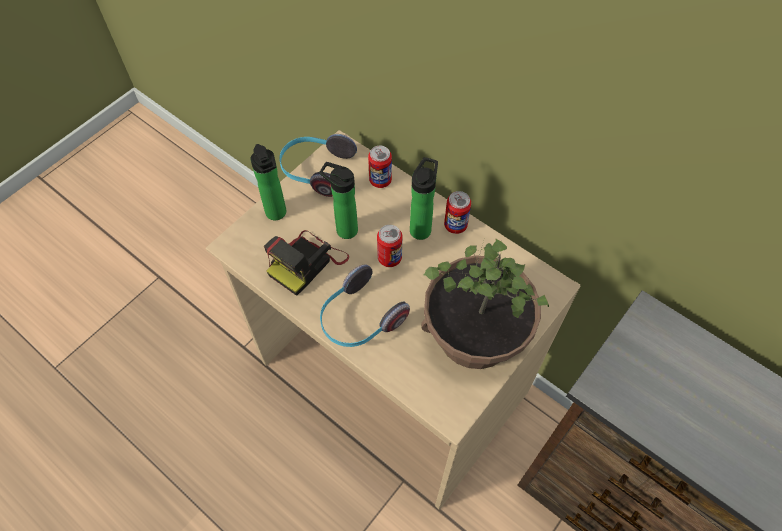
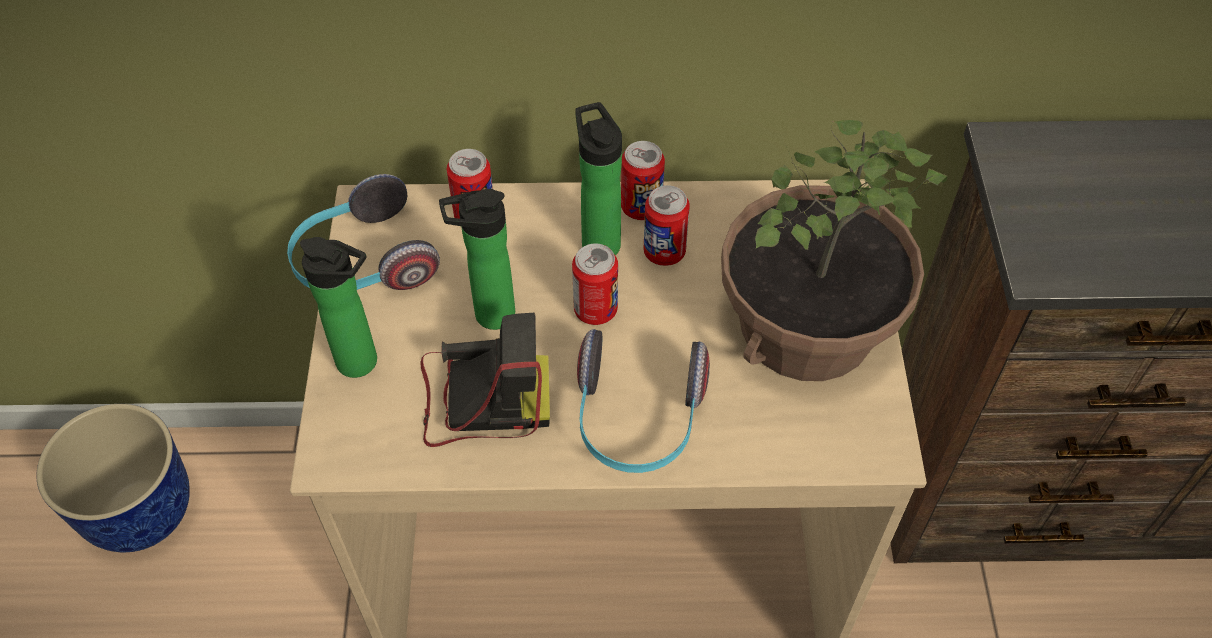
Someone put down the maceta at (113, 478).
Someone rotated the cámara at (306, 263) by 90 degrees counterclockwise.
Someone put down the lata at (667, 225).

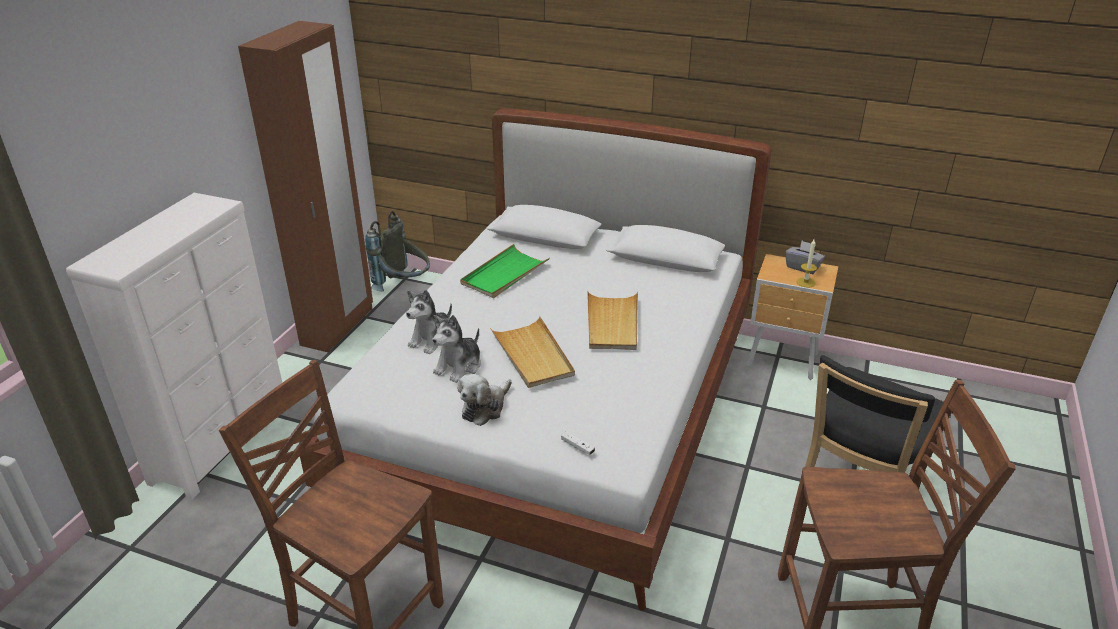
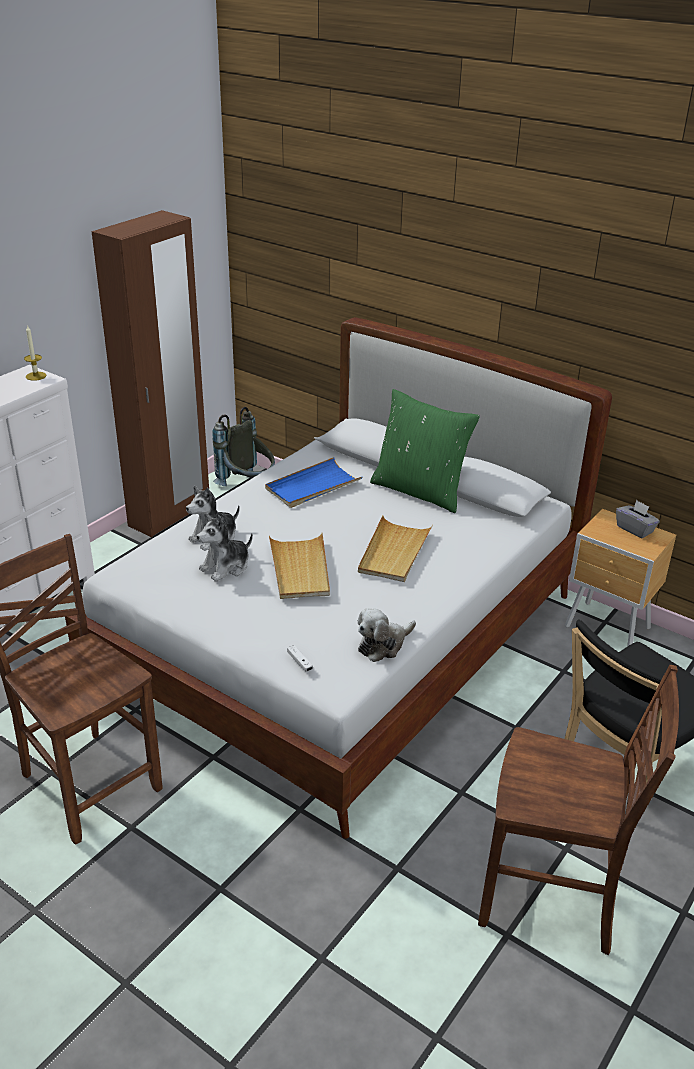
Someone carried the vela from (807, 264) to (35, 353).
Someone repainted the bandeja (verde) at (505, 271), which became the bandeja (azul) at (313, 482).
Someone carried the peluche from (484, 400) to (387, 635).
Someone put down the cojín (verde) at (425, 451).

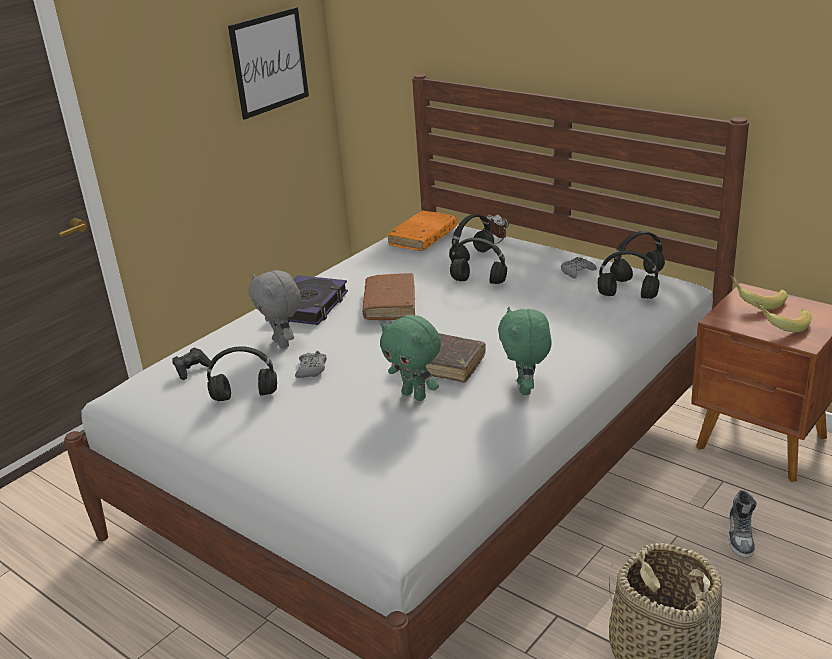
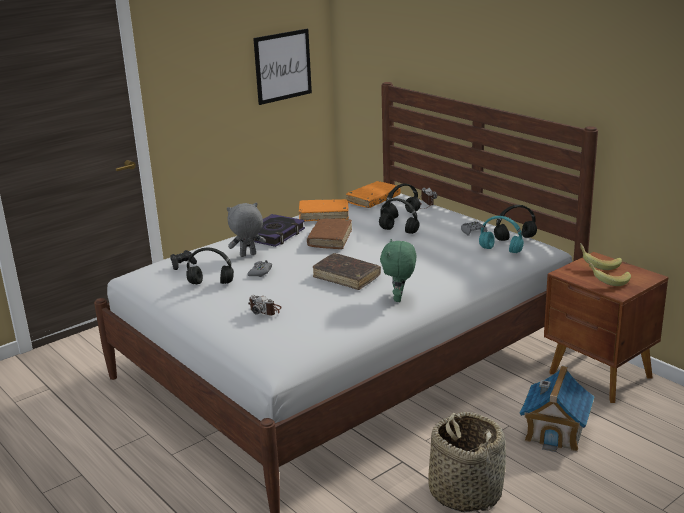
Someone rotated the peluche (gris) at (275, 309) by 90 degrees clockwise.
Someone put down the cámara at (265, 305).
Someone put down the libro (naranja) at (324, 210).
Someone repainted the auriculares (negro) at (629, 274), which became the auriculares (turquesa) at (501, 234).
Someone swapped the zapato at (742, 524) for the casita at (557, 409).
Someone took away the peluche (verde) at (410, 358).

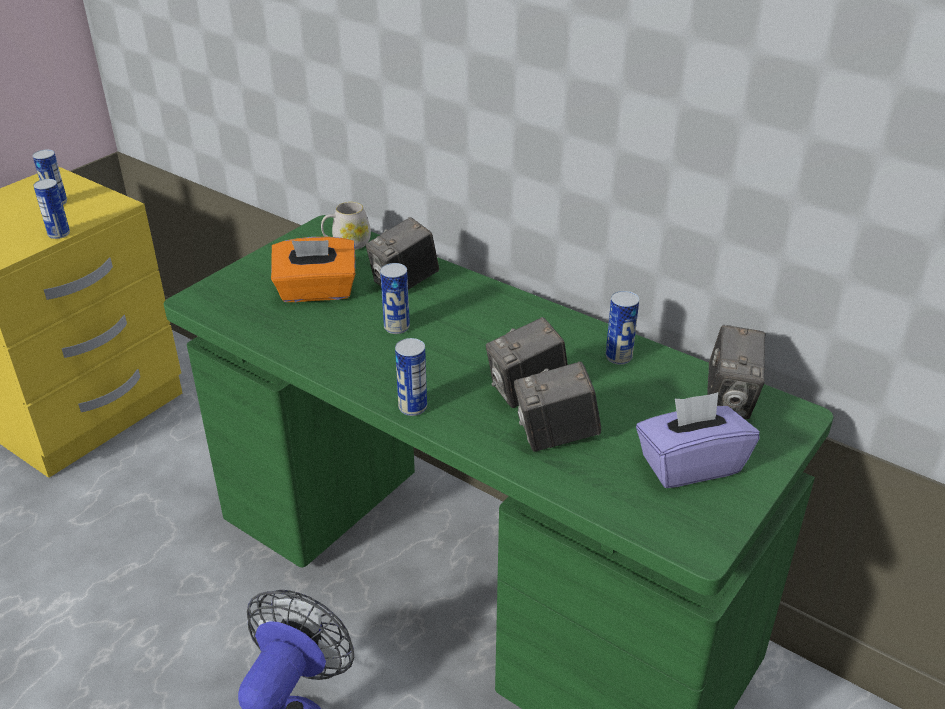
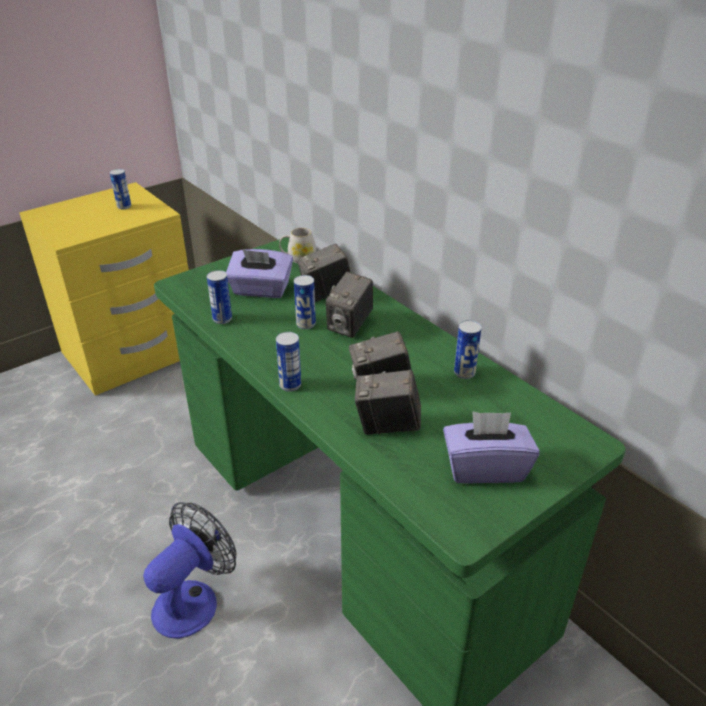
Someone carried the lata from (51, 209) to (219, 297).
Someone repainted the caja de pañuelos (naranja) at (313, 269), which became the caja de pañuelos (morado) at (259, 273).
Someone carried the cámara from (736, 372) to (349, 305).

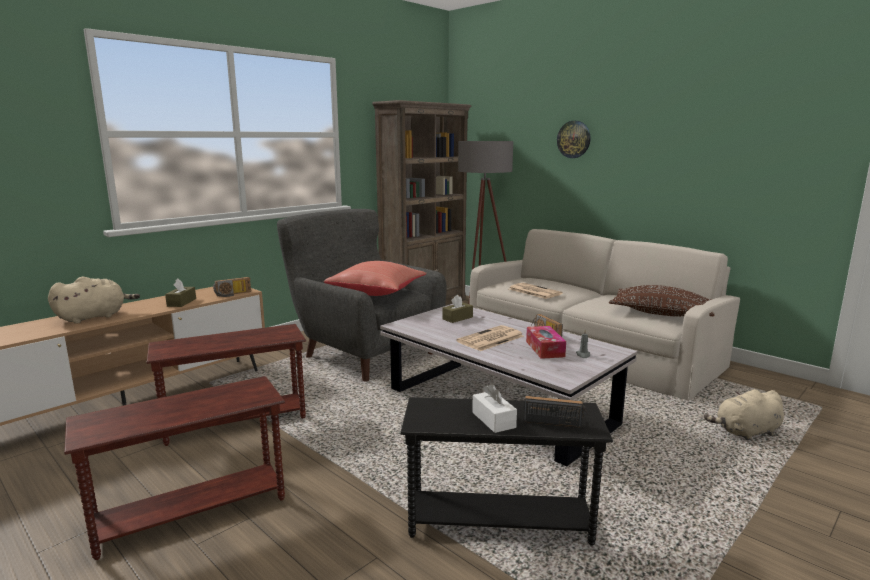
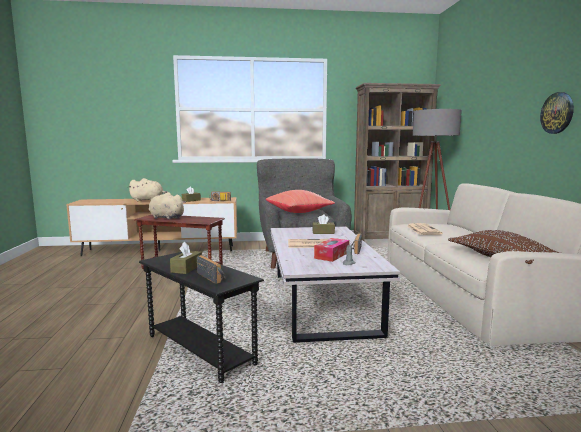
Someone carried the peluche (beis) from (744, 414) to (167, 206).
Someone repainted the caja de pañuelos (blanco) at (494, 408), which became the caja de pañuelos (marrón) at (186, 258).
Someone carried the reloj de pared from (574, 139) to (557, 113).
Someone took away the mesa auxiliar (marrón) at (174, 468).

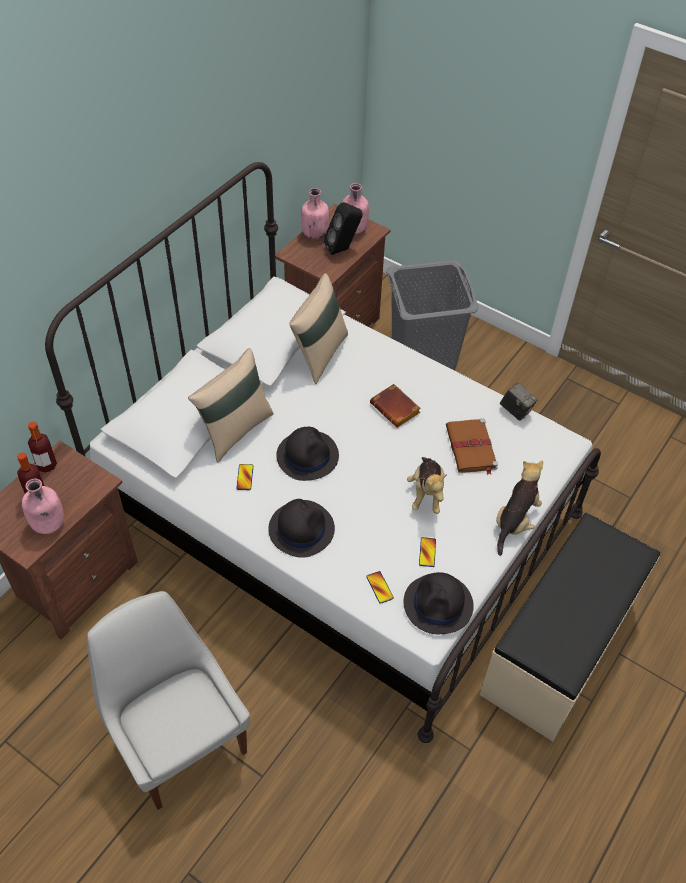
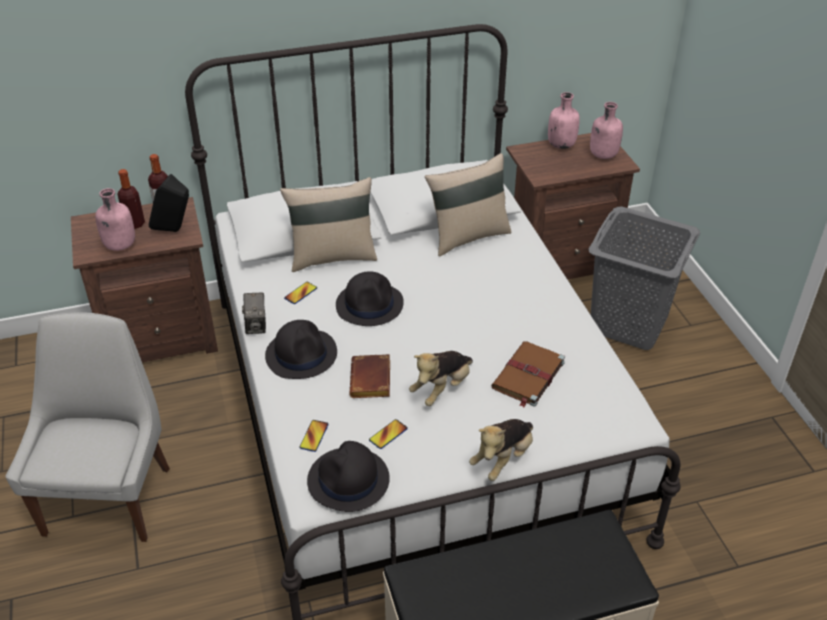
Someone carried the altavoz (negro) from (343, 228) to (169, 203).
Someone carried the cámara from (519, 401) to (254, 313).
Someone carried the libro (marrón) from (395, 406) to (369, 376).
Someone rotated the peluche at (519, 508) by 150 degrees clockwise.

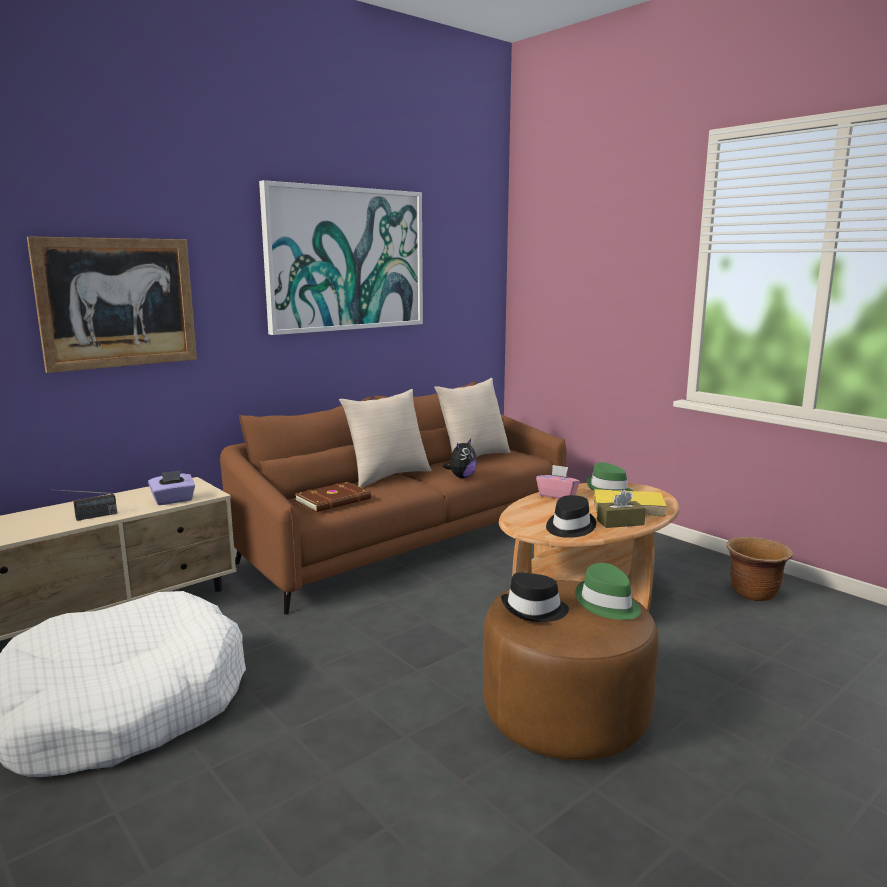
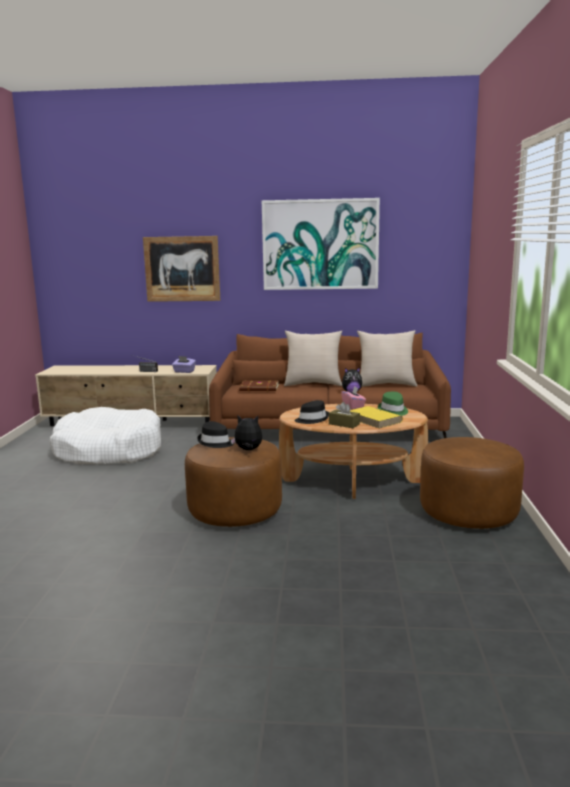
Someone swapped the sombrero (verde) at (608, 591) for the peluche at (246, 433).
Someone swapped the maceta (marrón) at (760, 569) for the puf (marrón) at (472, 483).

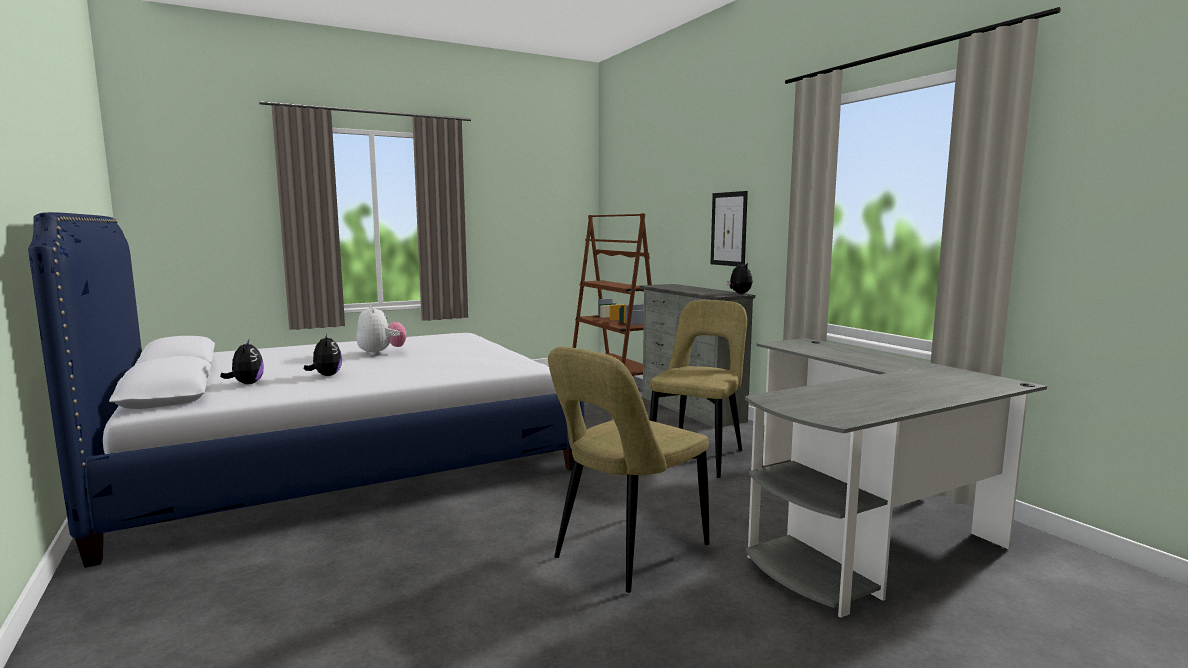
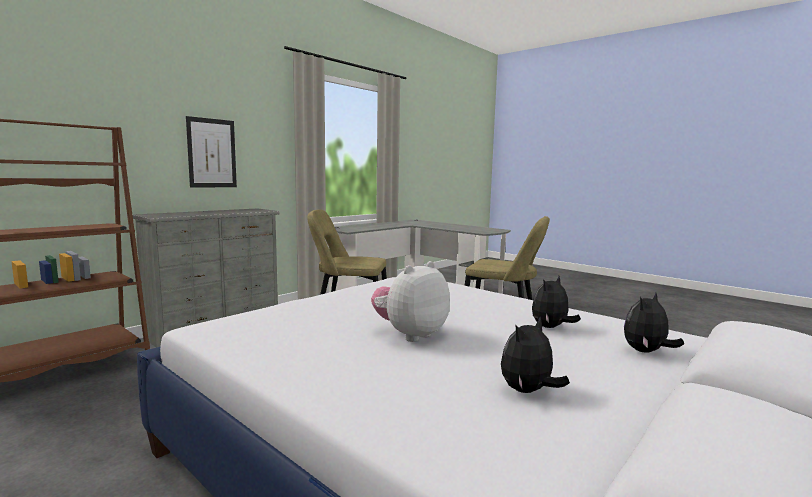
Someone carried the peluche from (740, 278) to (535, 355).

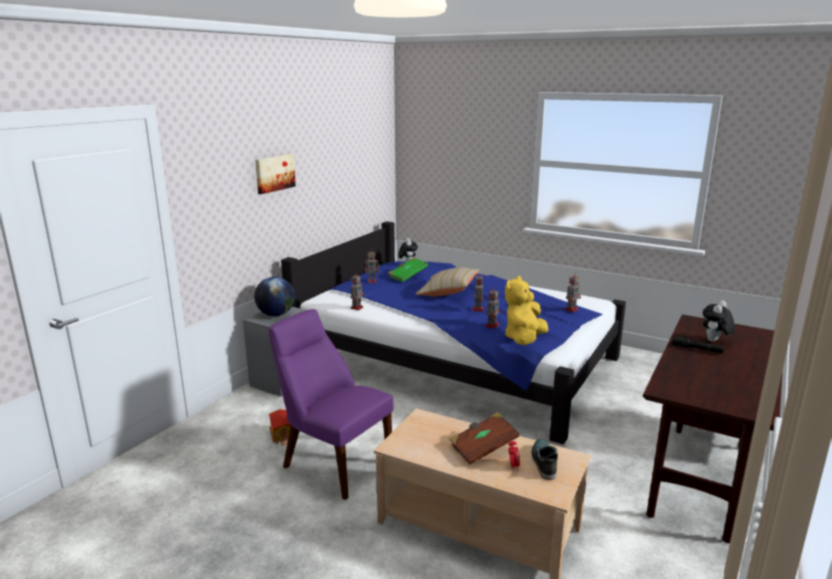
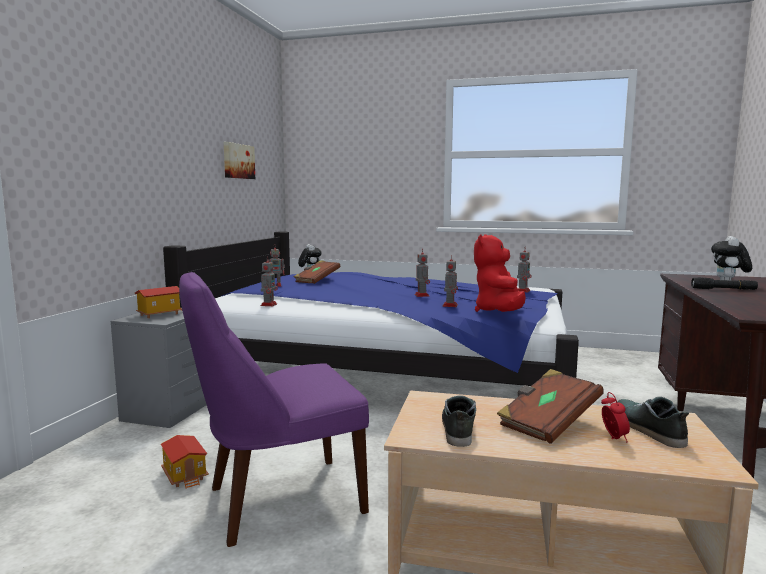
Someone swapped the globo terráqueo at (274, 296) for the casita at (158, 302).
Someone rotated the silla (morado) at (331, 404) by 45 degrees counterclockwise.
Someone carried the cuadro from (275, 174) to (239, 160).
Someone repainted the libro (verde) at (408, 269), which became the libro (marrón) at (317, 272).
Someone put down the zapato at (459, 421).
Someone repainted the peluche (amarillo) at (526, 310), which became the peluche (rojo) at (500, 273).
Someone took away the cojín (beis) at (447, 281).

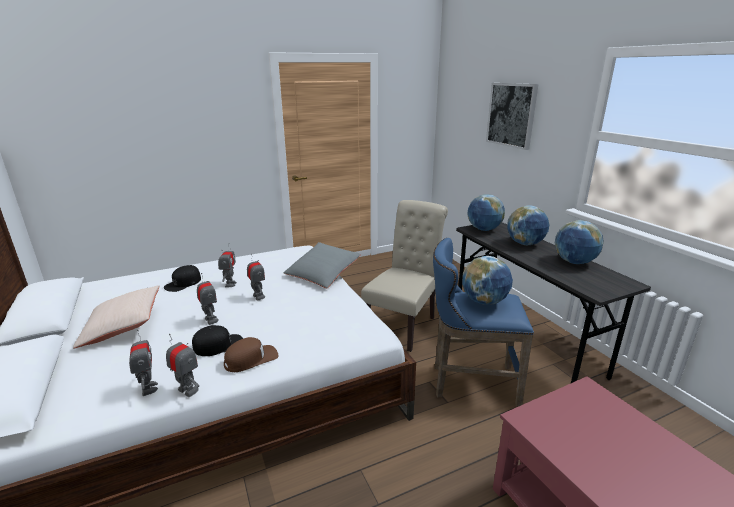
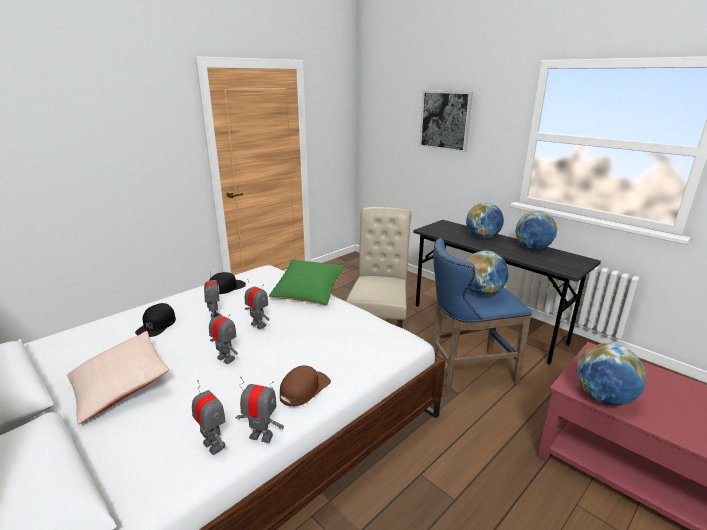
Someone carried the gorra (negro) from (217, 340) to (227, 283).
Someone repainted the cojín (gris) at (322, 265), which became the cojín (verde) at (306, 282).
Someone carried the globo terráqueo from (486, 212) to (611, 374).

